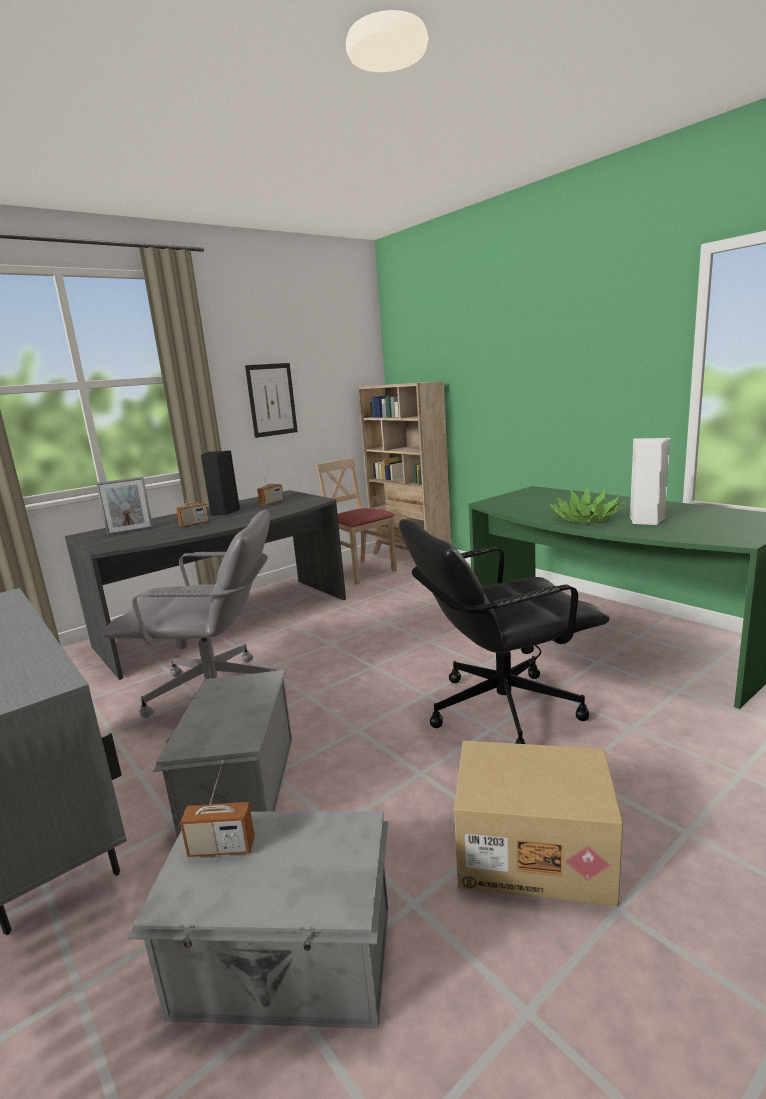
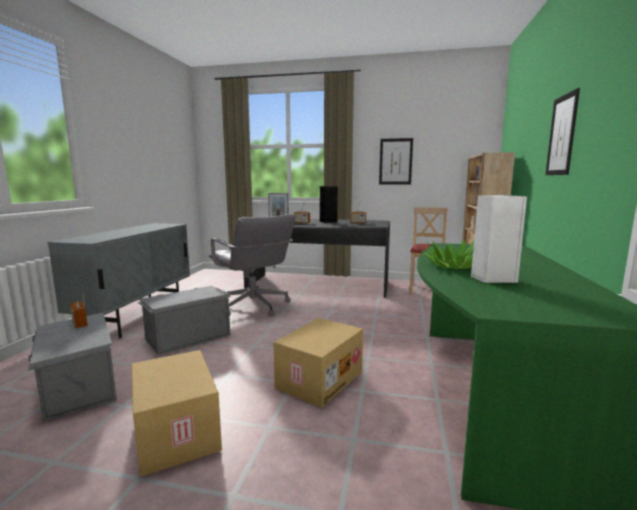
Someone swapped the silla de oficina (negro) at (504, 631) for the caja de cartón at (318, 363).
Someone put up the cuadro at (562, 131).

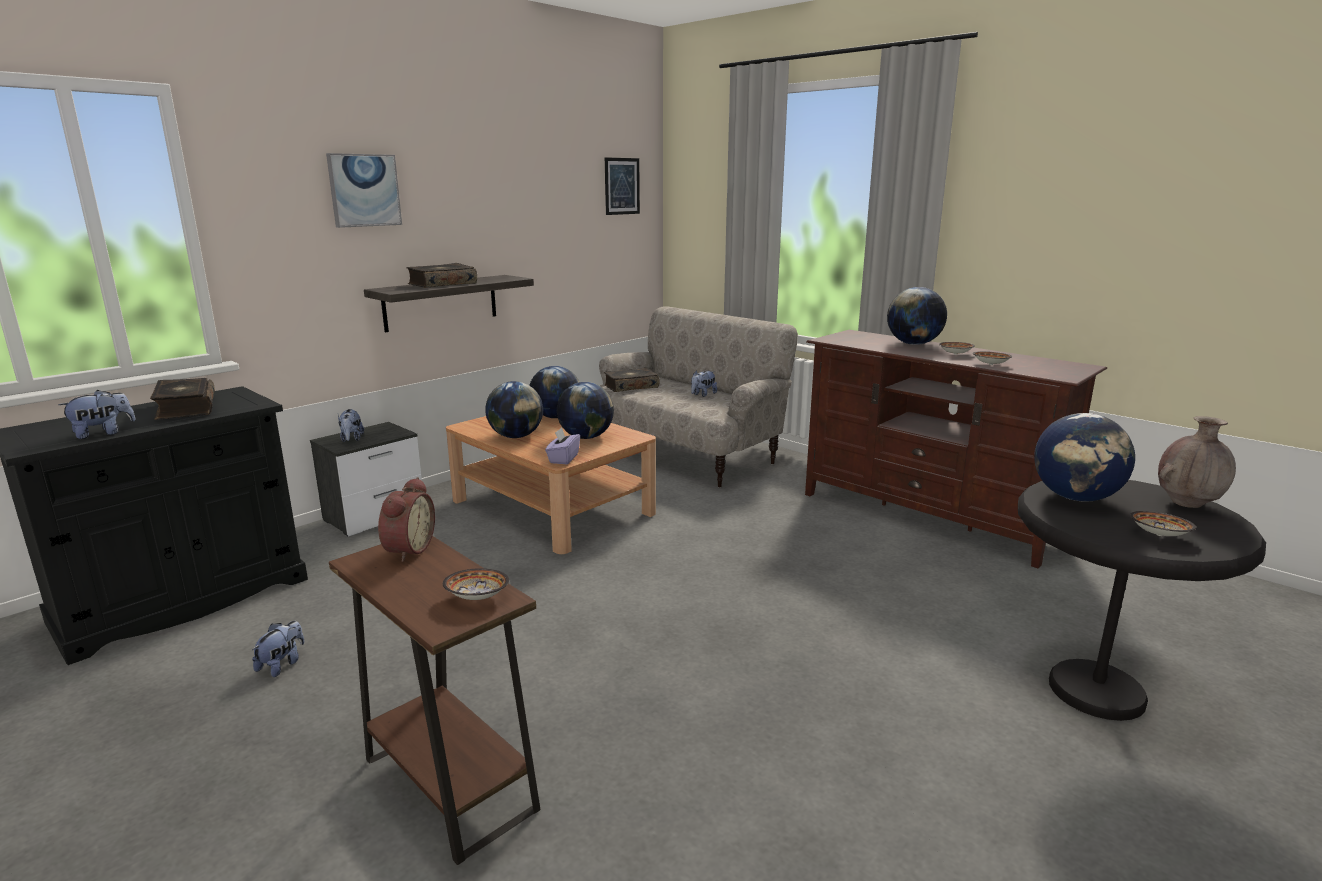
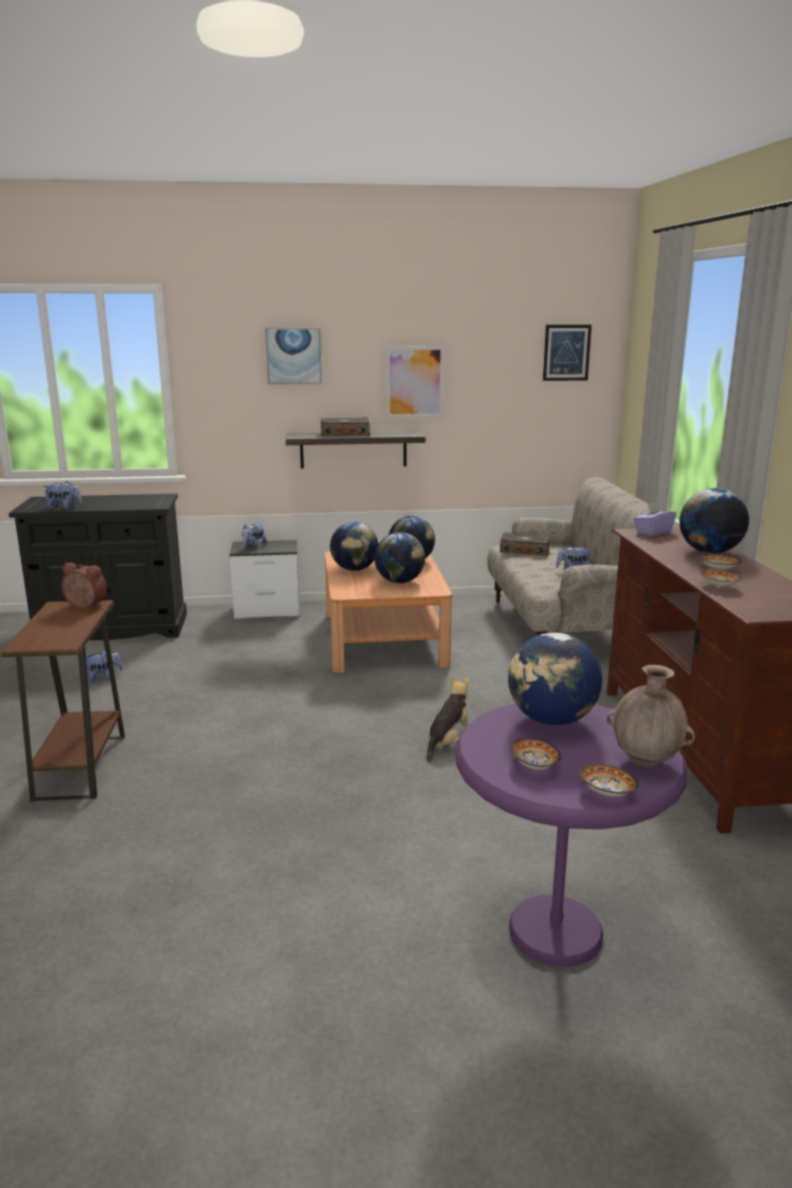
Someone rotated the despertador at (406, 519) by 120 degrees counterclockwise.
Someone put up the cuadro at (415, 382).
Someone put down the peluche at (448, 719).
Someone repainted the mesa auxiliar (negro) at (1142, 600), which became the mesa auxiliar (morado) at (571, 835).
Someone carried the cuenco from (476, 584) to (608, 780).
Someone carried the caja de pañuelos (morado) from (562, 446) to (655, 519).
Someone took away the libro at (182, 399).

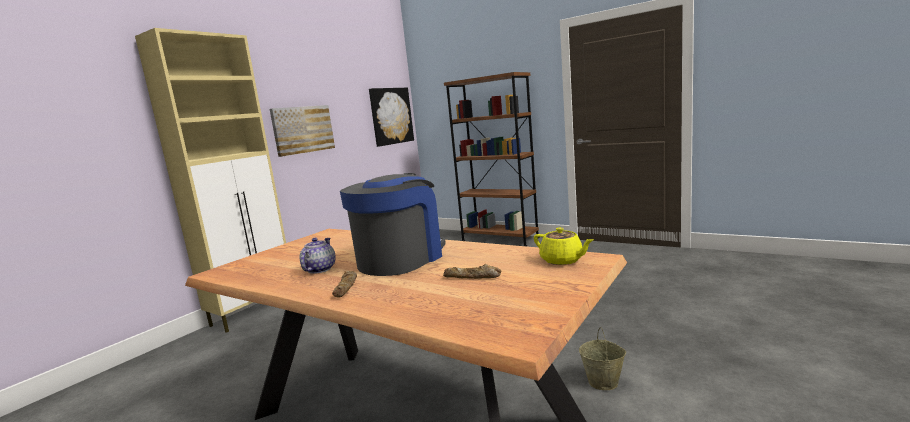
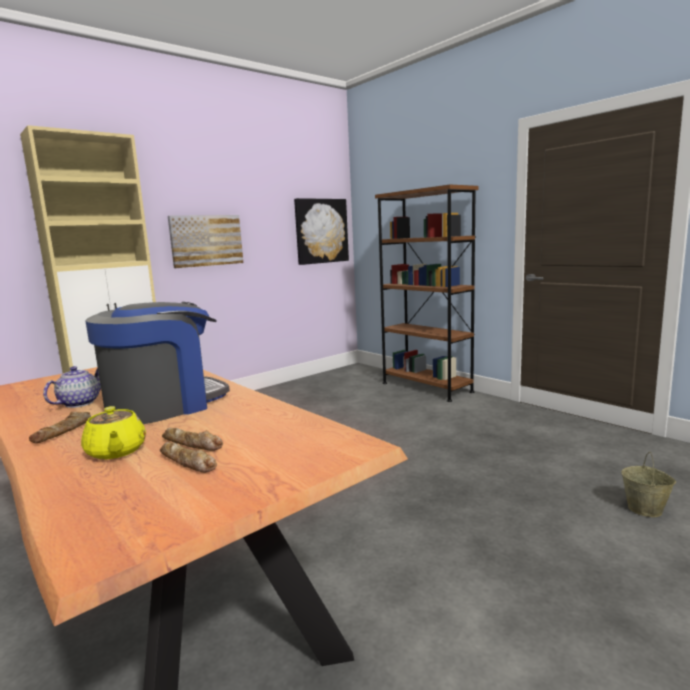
Someone carried the tetera (amarillo) from (564, 246) to (113, 432).
Someone put down the pan at (188, 457).
Someone carried the cubo (beis) from (602, 358) to (648, 484).

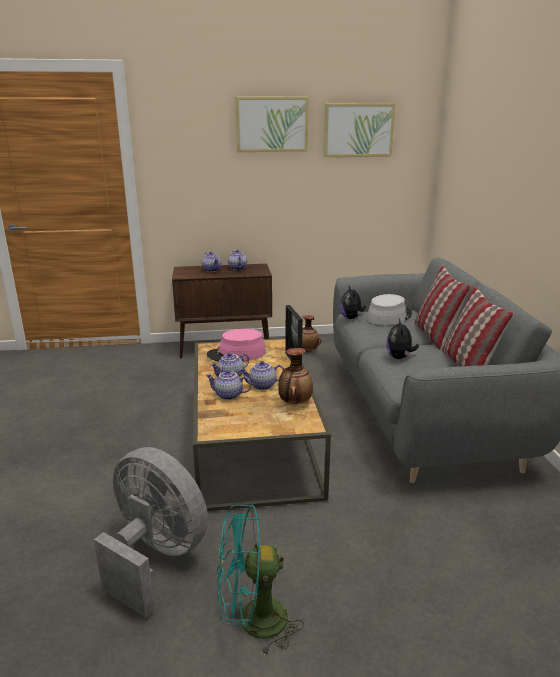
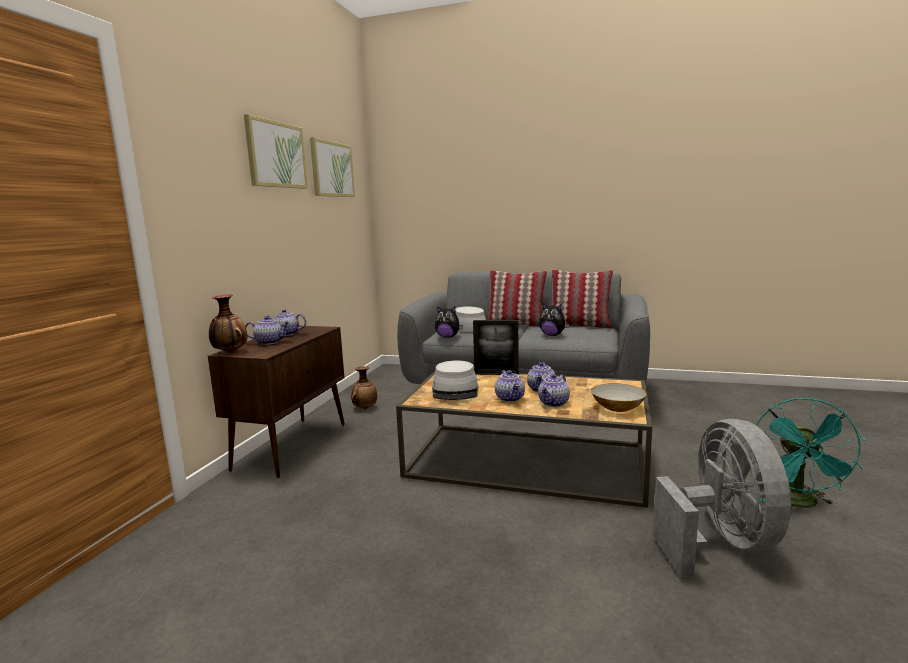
Someone carried the florero from (295, 376) to (228, 323).
Someone repainted the sombrero (rosa) at (236, 345), which became the sombrero (gris) at (455, 380).
Someone put down the cuenco at (619, 397).
Someone rotated the ventilador (gris) at (151, 532) by 120 degrees clockwise.

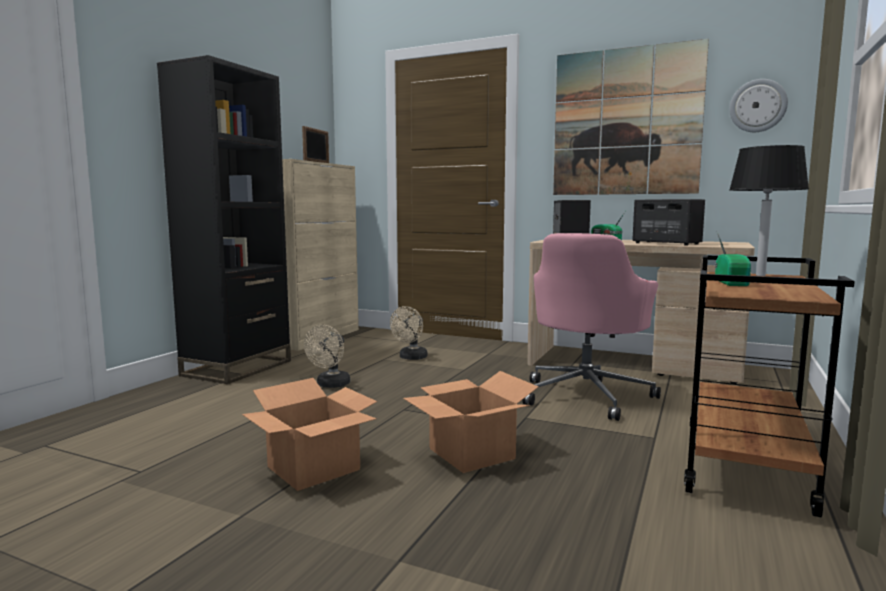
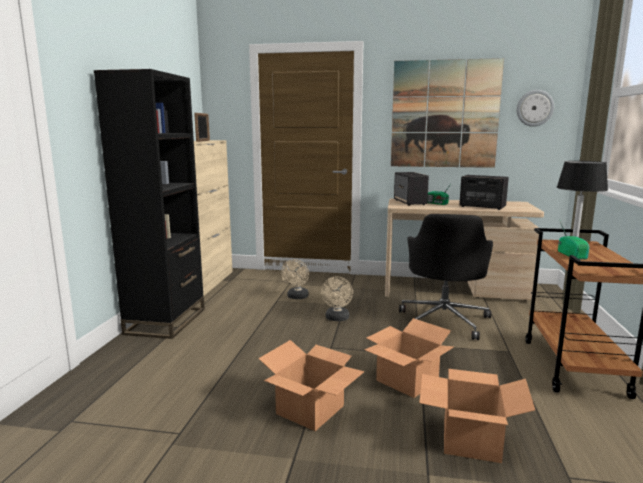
Someone carried the ventilador (beis) from (327, 356) to (337, 299).
Someone repainted the silla de oficina (rosa) at (591, 327), which became the silla de oficina (negro) at (446, 277).
Someone put down the caja de cartón at (477, 416).

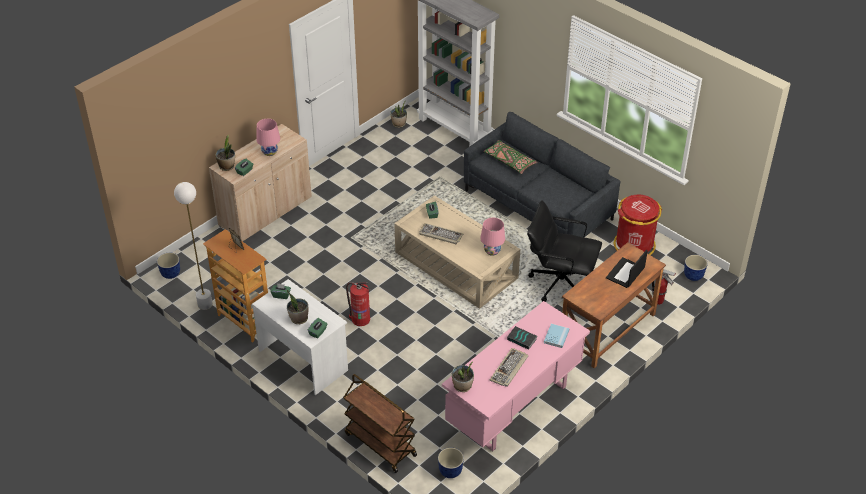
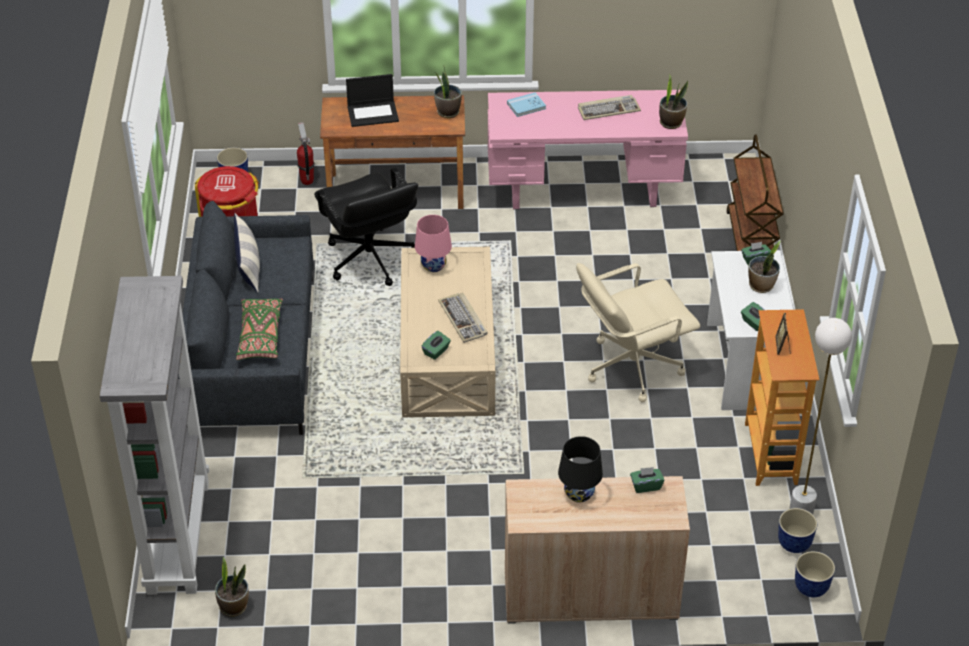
Someone put down the cojín at (247, 253).
Someone carried the planta en maceta from (225, 152) to (448, 92).
Someone repainted the lámpara de mesa (rosa) at (268, 137), which became the lámpara de mesa (negro) at (580, 469).
Someone swapped the extintor at (358, 304) for the silla de oficina (beis) at (638, 332).
Someone carried the maceta from (451, 463) to (797, 530).
Someone took away the libro at (522, 338).

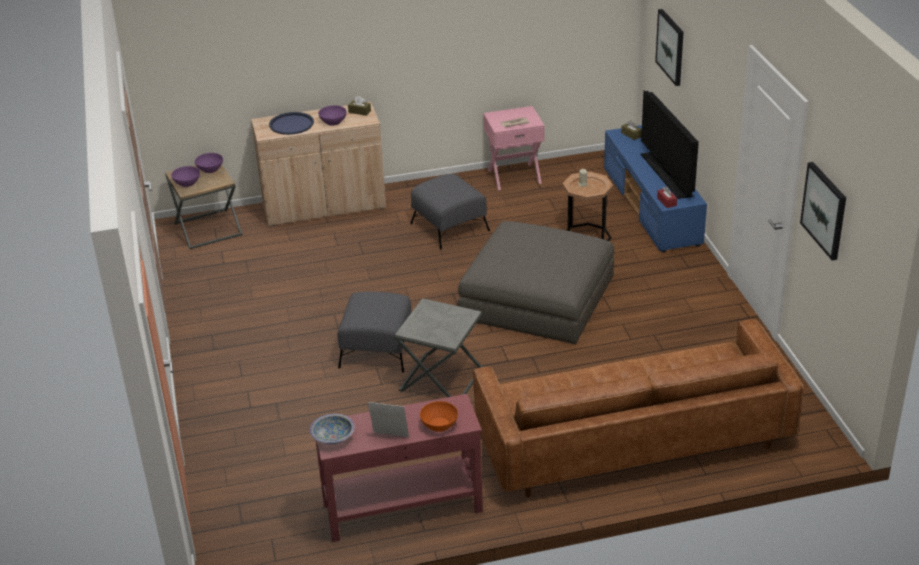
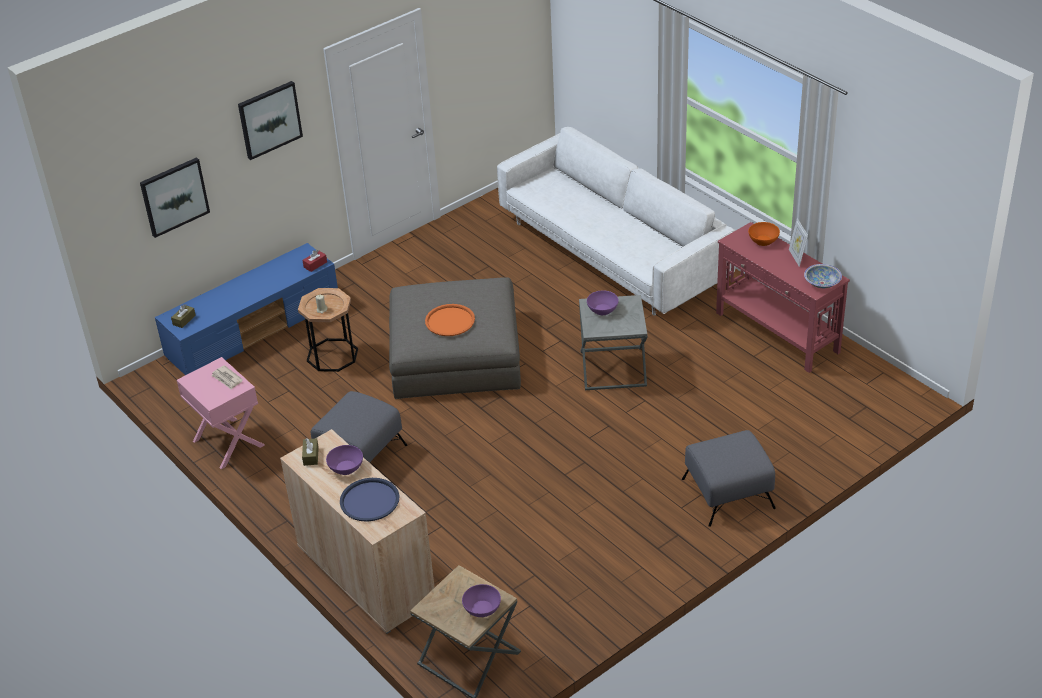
Someone carried the cuadro from (823, 211) to (270, 120).
Someone put down the bandeja (naranja) at (450, 320).
Someone repainted the sofá (marrón) at (638, 408), which became the sofá (blanco) at (616, 221).
Someone carried the cuenco (morado) from (209, 163) to (603, 302).
Someone carried the puf (gris) from (375, 332) to (729, 478).
Someone took away the televisor at (670, 145).

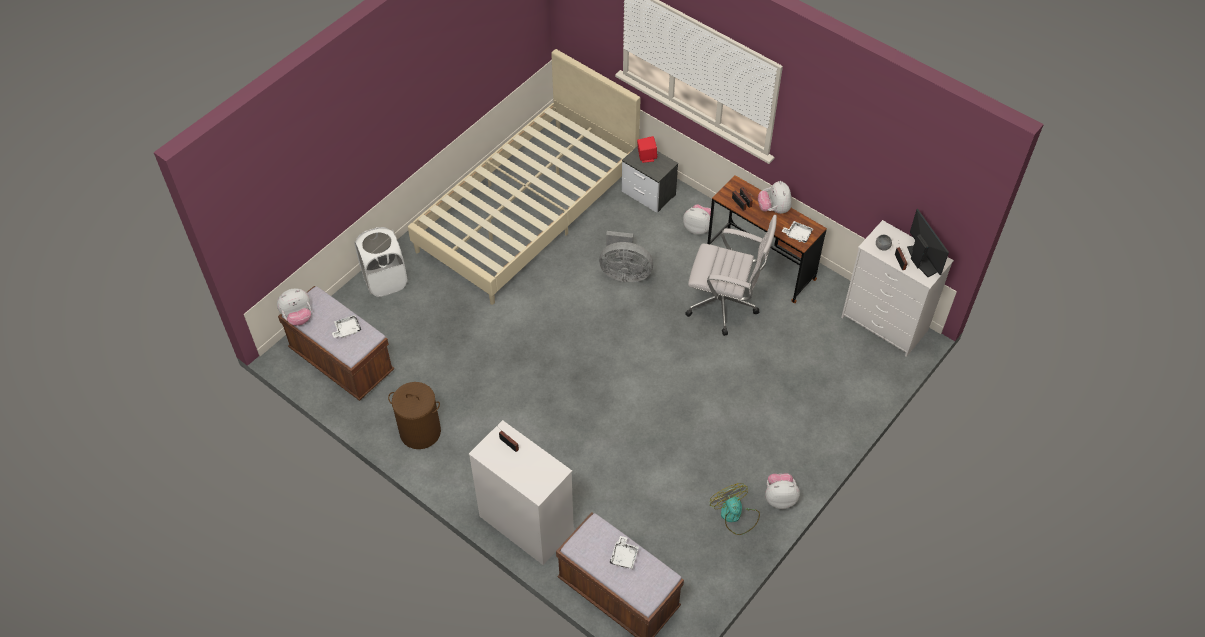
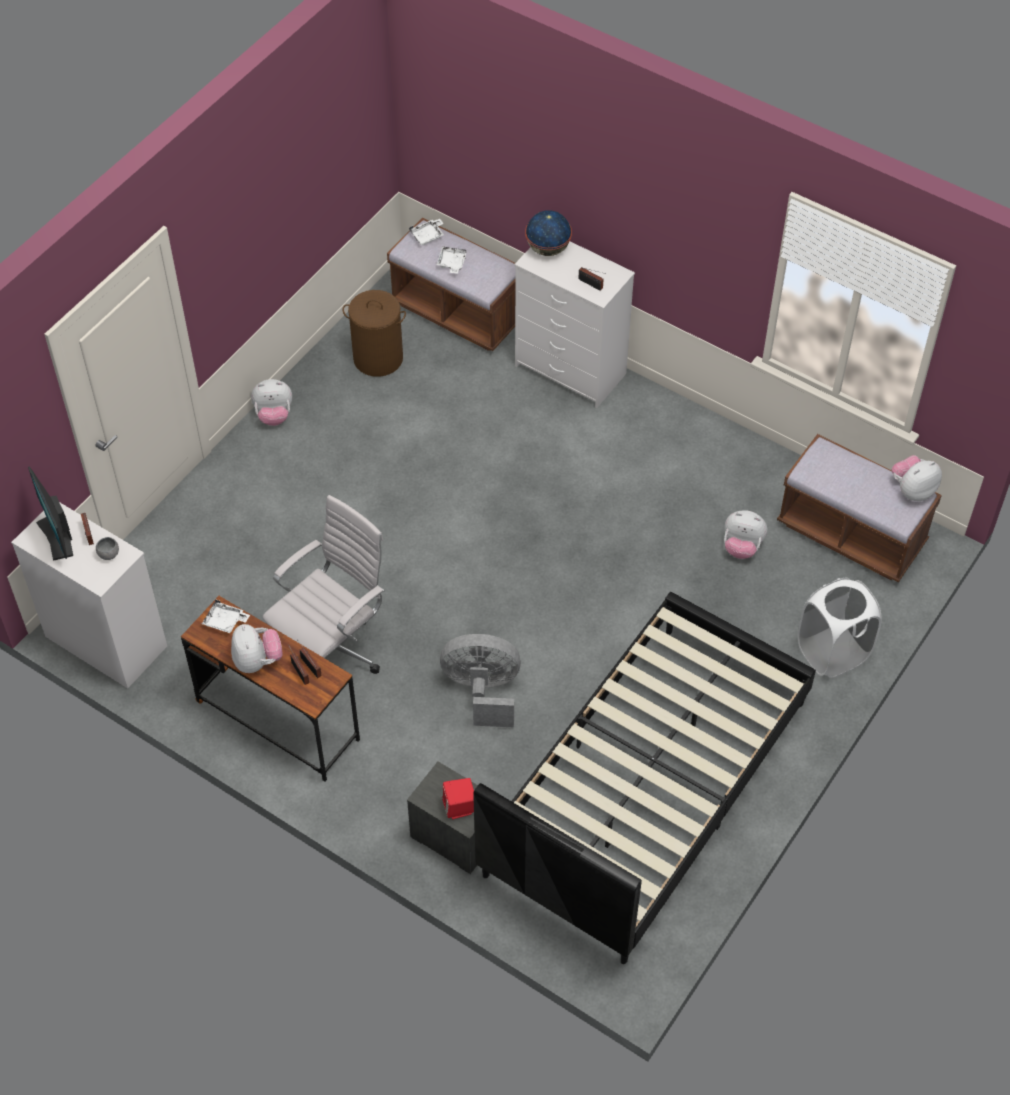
Someone rotated the silla de oficina (blanco) at (731, 275) by 120 degrees clockwise.
Someone carried the cesto de la ropa (marrón) from (414, 415) to (374, 333).
Someone carried the bandeja (blanco) from (346, 326) to (426, 232).
Someone repainted the cama (beis) at (524, 177), which became the cama (negro) at (644, 778).
Someone put down the globo terráqueo at (548, 233).
Someone carried the peluche from (697, 219) to (745, 534).
Someone took away the ventilador at (735, 509).

